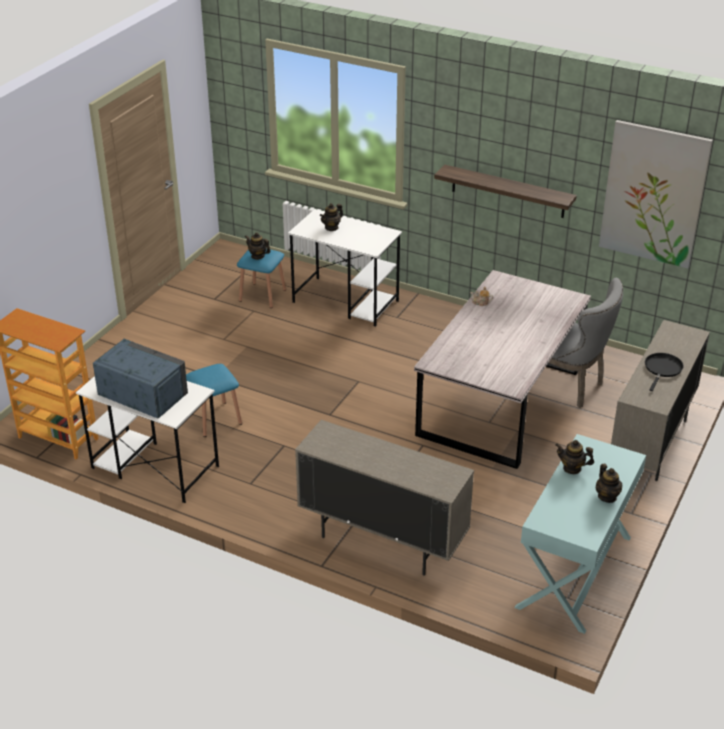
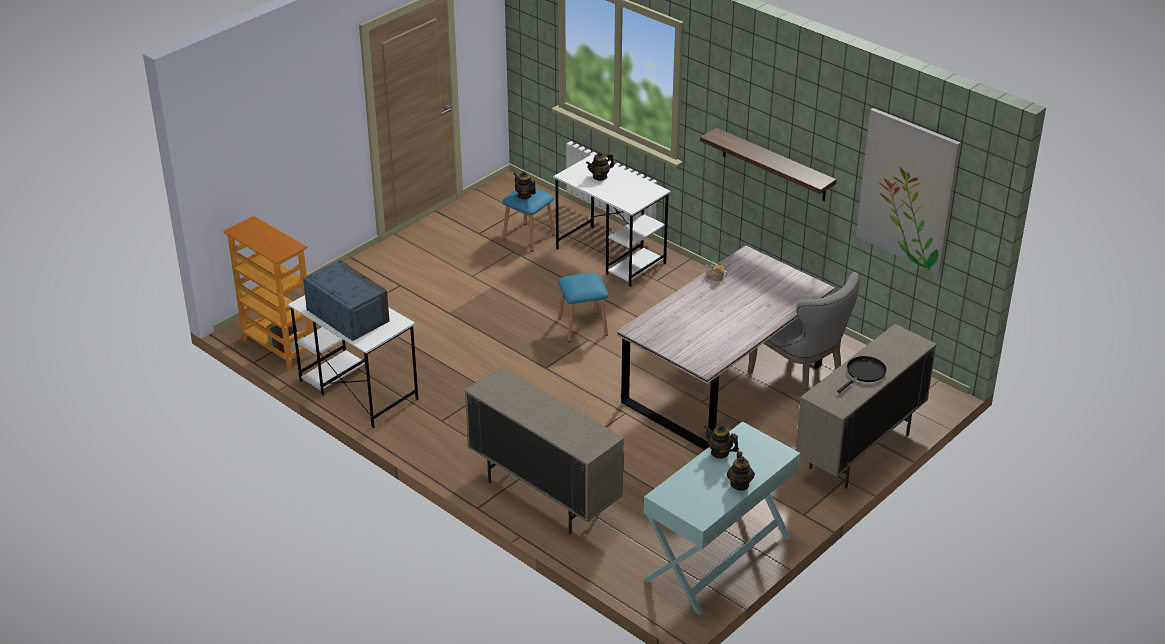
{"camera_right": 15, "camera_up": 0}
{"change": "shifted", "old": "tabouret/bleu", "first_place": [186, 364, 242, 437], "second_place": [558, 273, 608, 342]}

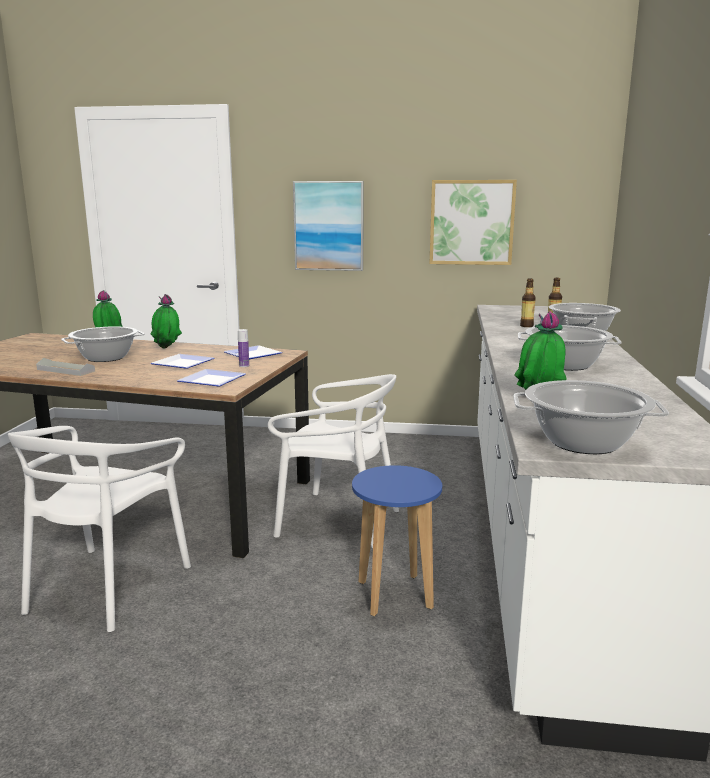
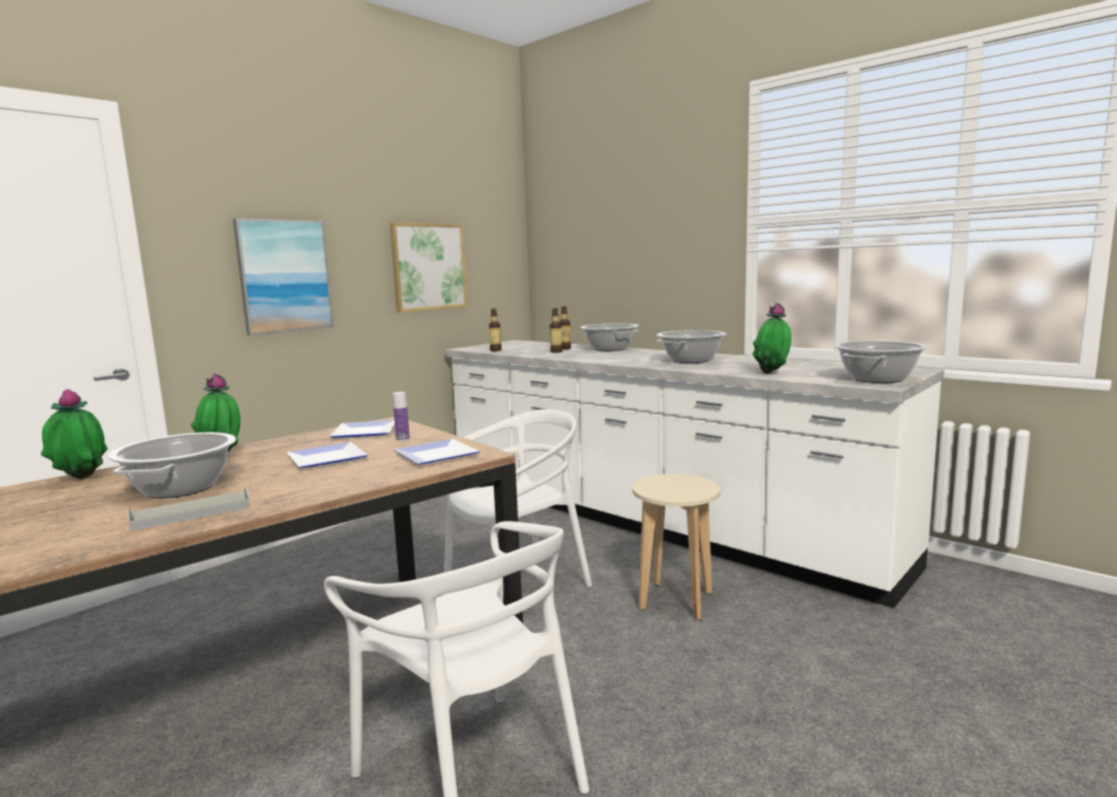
{"camera_right": -55, "camera_up": -5}
{"change": "repainted", "old": "tabouret/bleu", "new": "tabouret/beige", "first_place": [352, 465, 442, 616], "second_place": [632, 474, 720, 620]}
{"change": "new", "new": "bouteille", "second_place": [489, 308, 502, 351]}

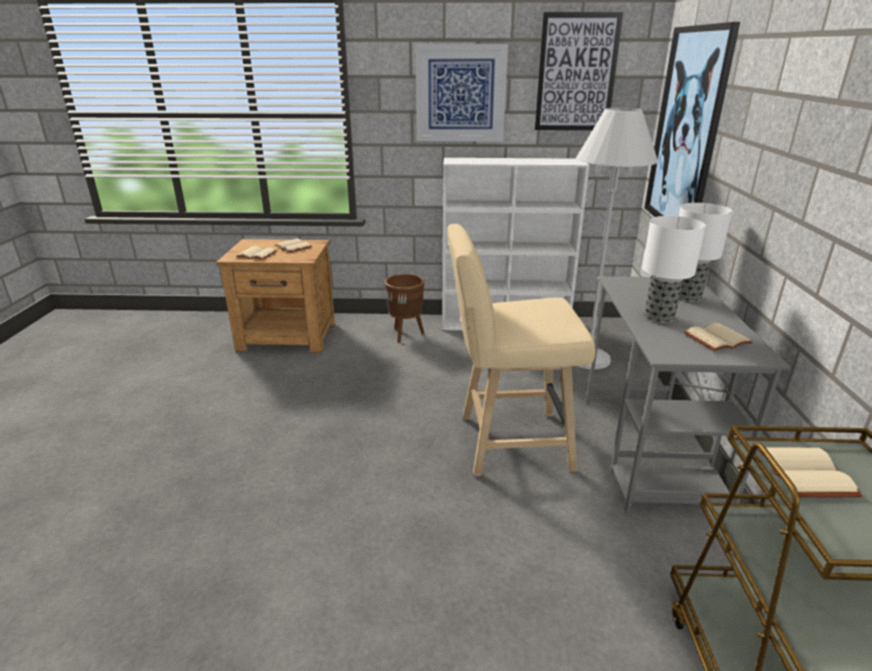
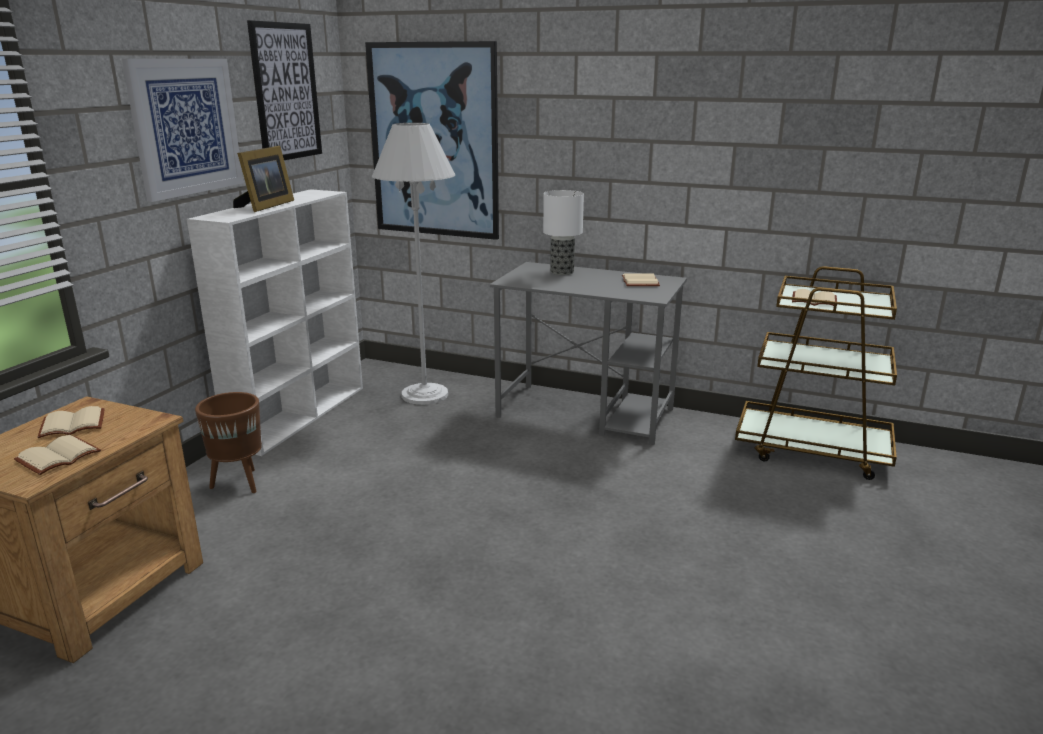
{"camera_right": -70, "camera_up": -5}
{"change": "gone", "old": "tabouret/beige", "first_place": [447, 224, 595, 476]}
{"change": "gone", "old": "lampe de table", "first_place": [642, 216, 706, 323]}
{"change": "new", "new": "cadre photo", "second_place": [233, 146, 294, 212]}

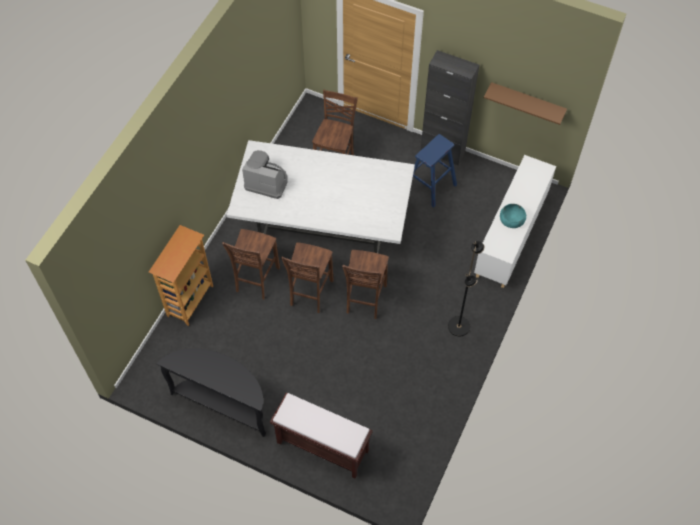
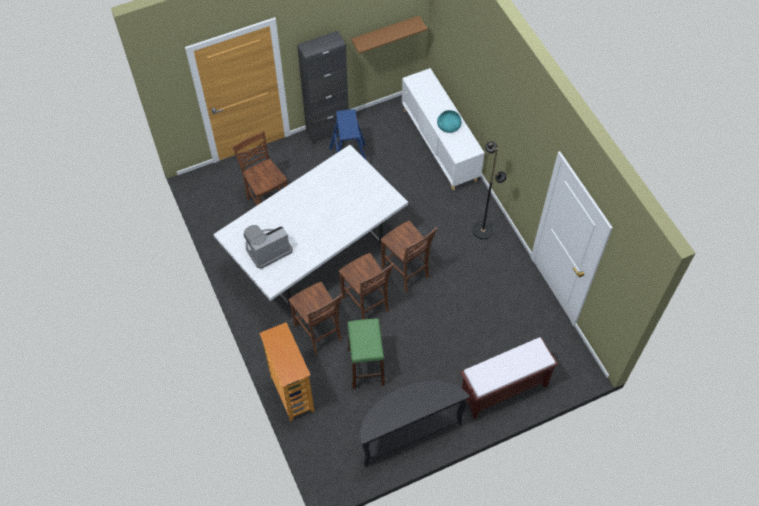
{"camera_right": -50, "camera_up": 0}
{"change": "new", "new": "tabouret/vert", "second_place": [347, 318, 385, 389]}

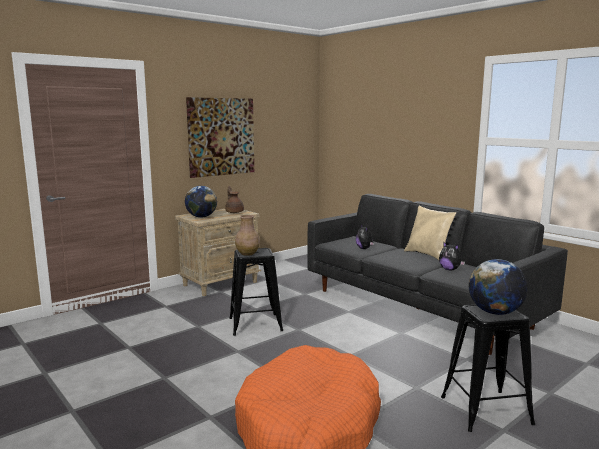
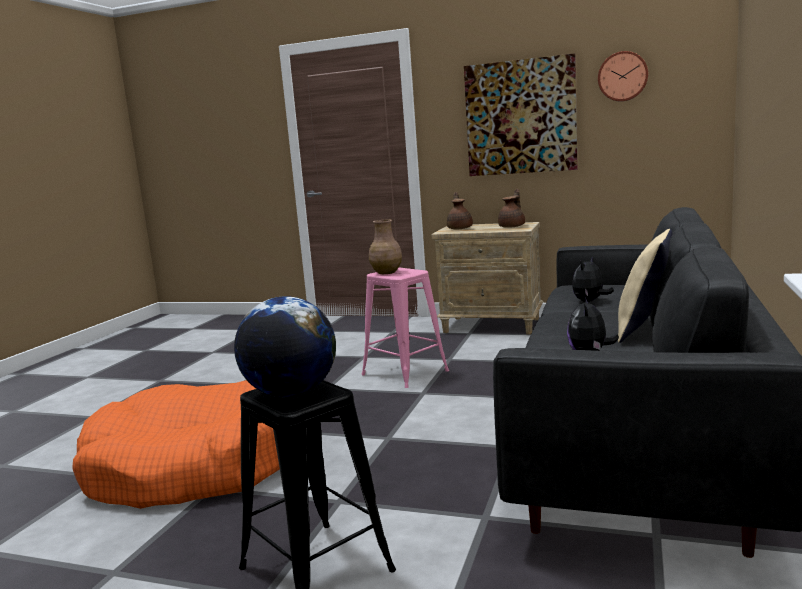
{"camera_right": 60, "camera_up": 0}
{"change": "swapped", "old": "globe", "new": "théière/marron", "first_place": [185, 186, 217, 218], "second_place": [447, 192, 473, 229]}
{"change": "repainted", "old": "tabouret/noir", "new": "tabouret/rose", "first_place": [229, 248, 283, 336], "second_place": [361, 267, 449, 388]}
{"change": "new", "new": "horloge murale", "second_place": [598, 51, 648, 102]}

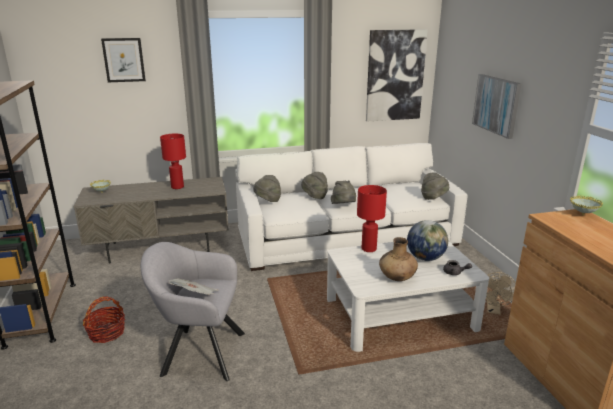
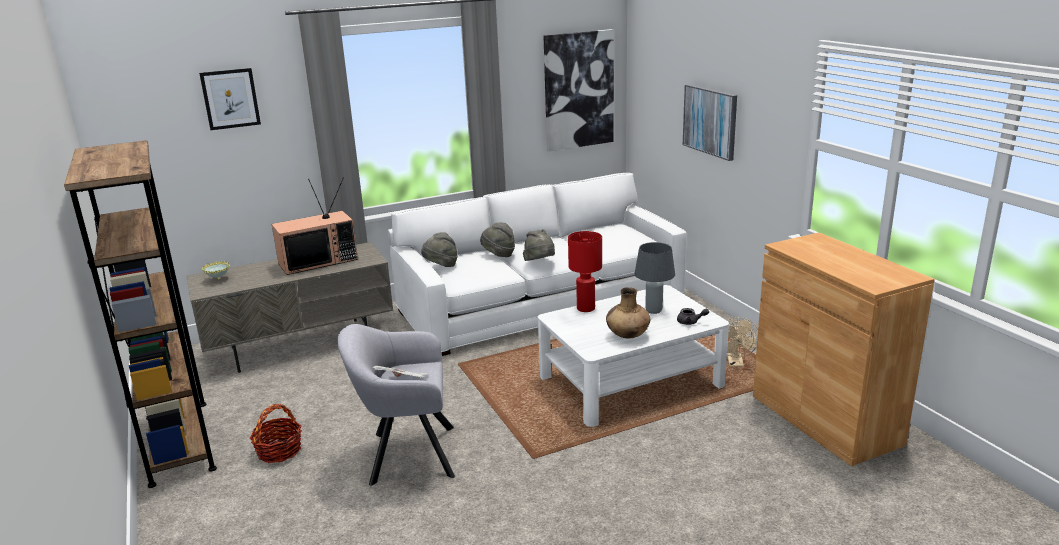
{"camera_right": -10, "camera_up": 0}
{"change": "swapped", "old": "lampe de table/rouge", "new": "téléviseur", "first_place": [160, 134, 186, 189], "second_place": [272, 177, 358, 275]}
{"change": "swapped", "old": "globe", "new": "lampe de table/gris", "first_place": [407, 220, 448, 261], "second_place": [634, 242, 675, 314]}
{"change": "gone", "old": "chapeau/gris", "first_place": [421, 173, 449, 200]}
{"change": "gone", "old": "bol", "first_place": [570, 195, 603, 215]}

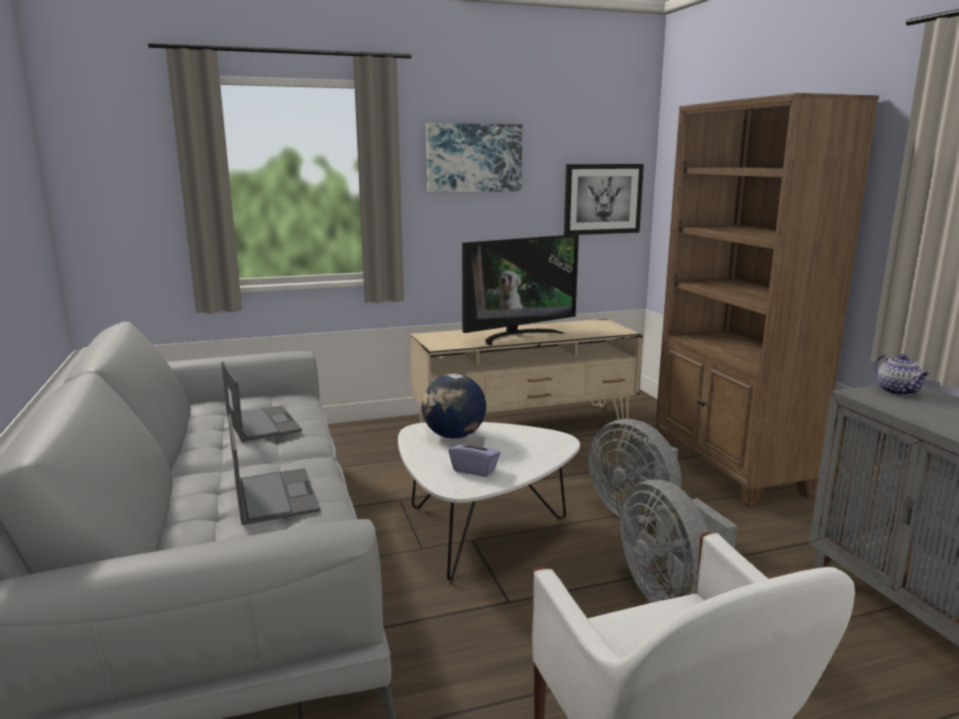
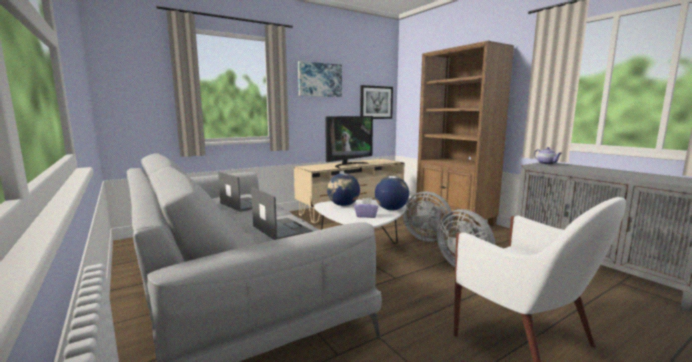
{"camera_right": -15, "camera_up": -5}
{"change": "new", "new": "globe", "second_place": [375, 176, 409, 210]}

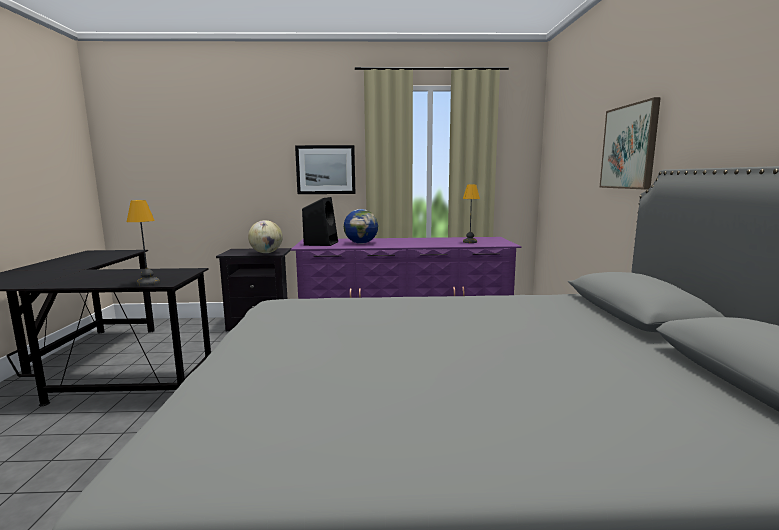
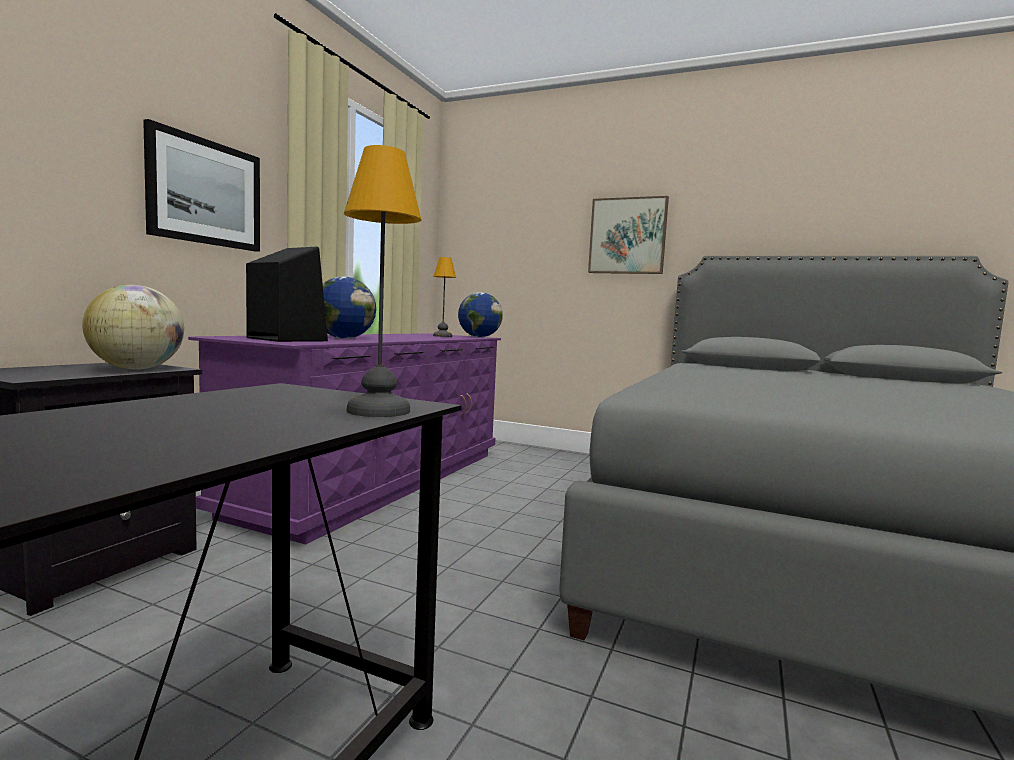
{"camera_right": -65, "camera_up": -5}
{"change": "new", "new": "globe", "second_place": [458, 292, 503, 337]}

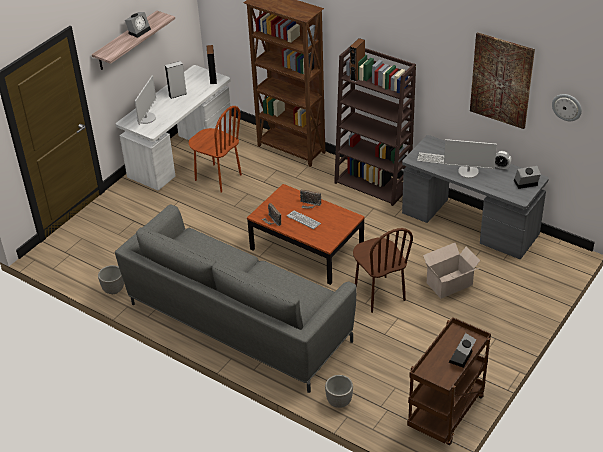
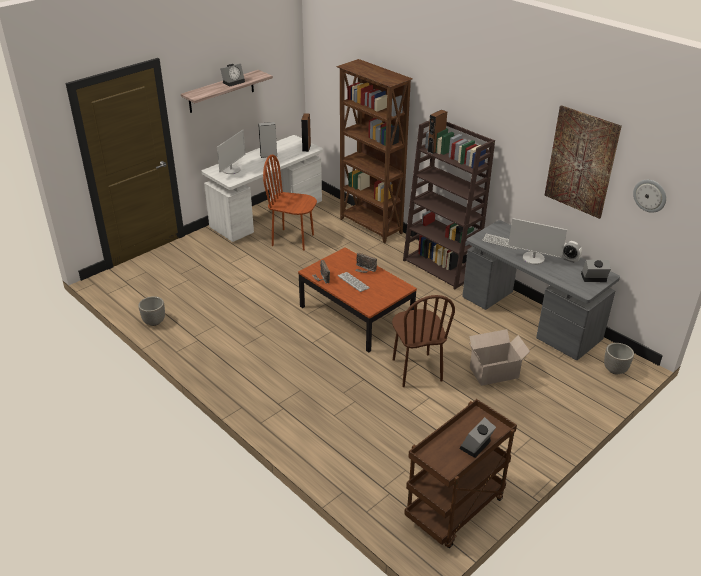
{"camera_right": 10, "camera_up": -5}
{"change": "gone", "old": "canapé/gris", "first_place": [115, 204, 357, 393]}
{"change": "rotated", "old": "chaise/marron", "first_place": [188, 106, 242, 193], "second_place": [263, 154, 317, 251], "degrees": 150}
{"change": "shifted", "old": "cache-pot", "first_place": [325, 375, 353, 408], "second_place": [604, 343, 634, 374]}

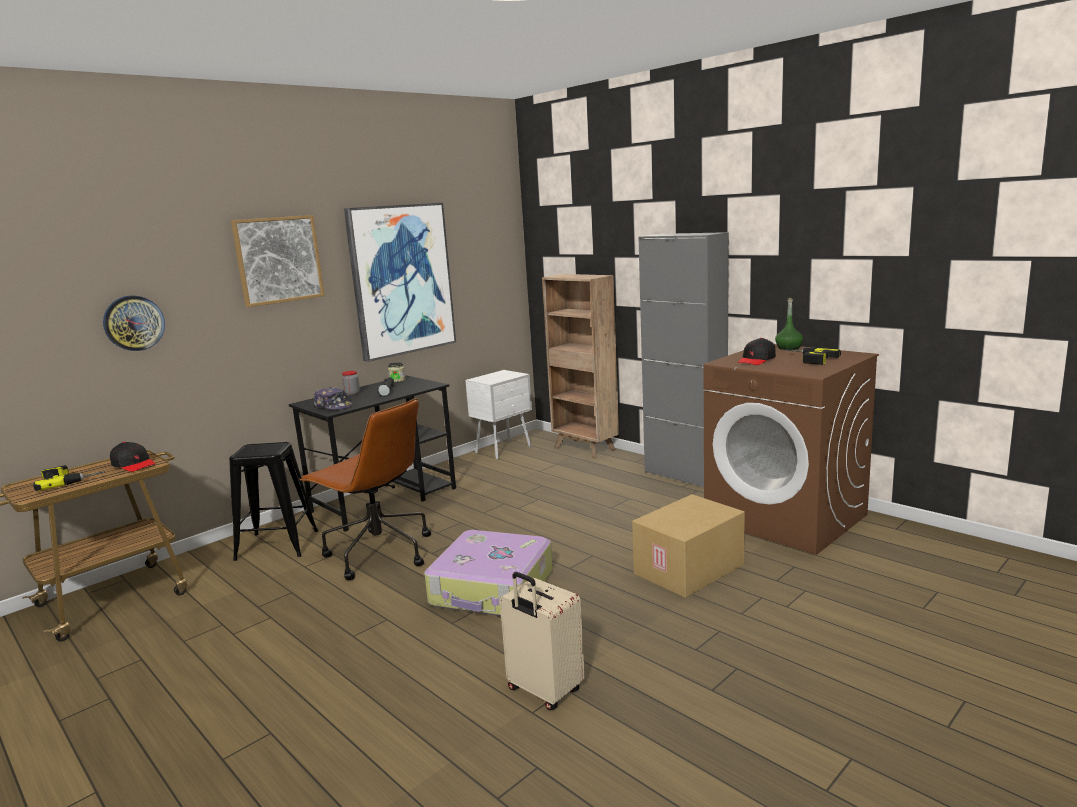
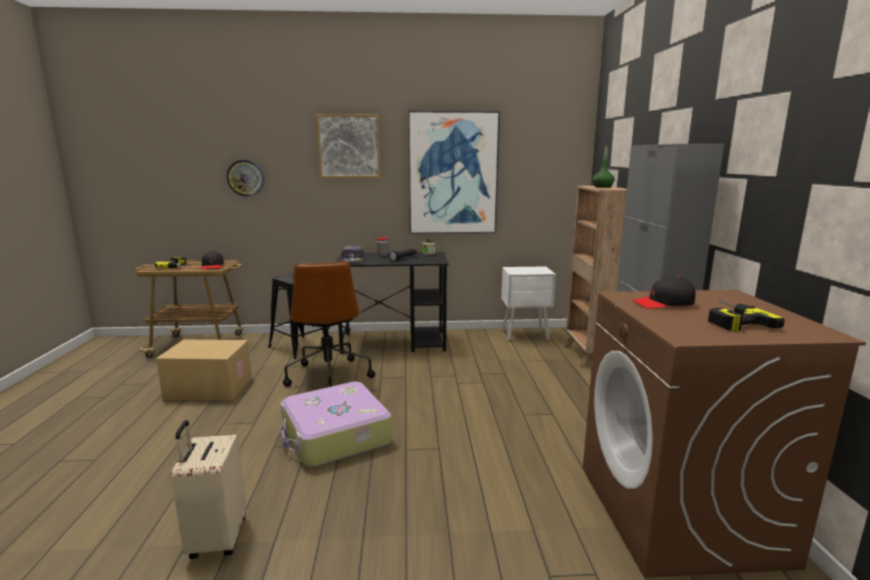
{"camera_right": 40, "camera_up": 0}
{"change": "shifted", "old": "carton", "first_place": [632, 494, 745, 598], "second_place": [156, 339, 252, 401]}
{"change": "shifted", "old": "bouteille/vert", "first_place": [775, 298, 803, 350], "second_place": [592, 145, 615, 188]}

